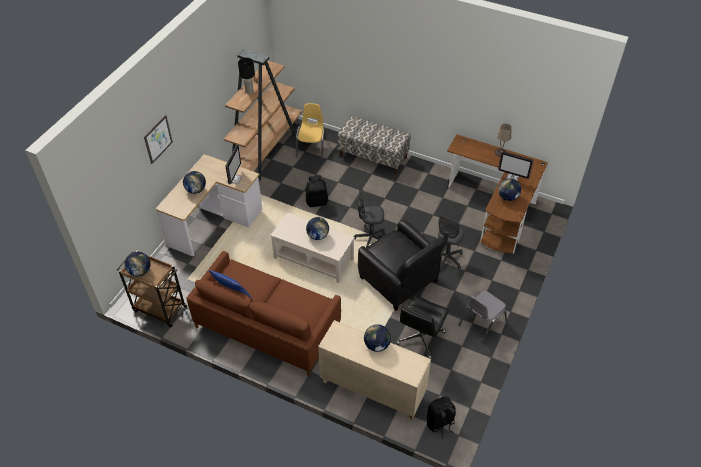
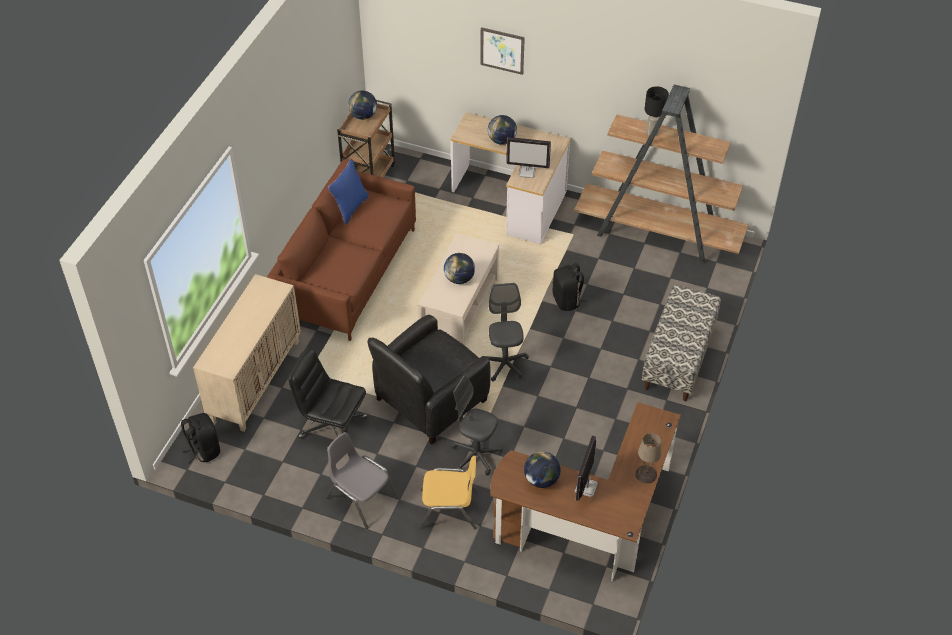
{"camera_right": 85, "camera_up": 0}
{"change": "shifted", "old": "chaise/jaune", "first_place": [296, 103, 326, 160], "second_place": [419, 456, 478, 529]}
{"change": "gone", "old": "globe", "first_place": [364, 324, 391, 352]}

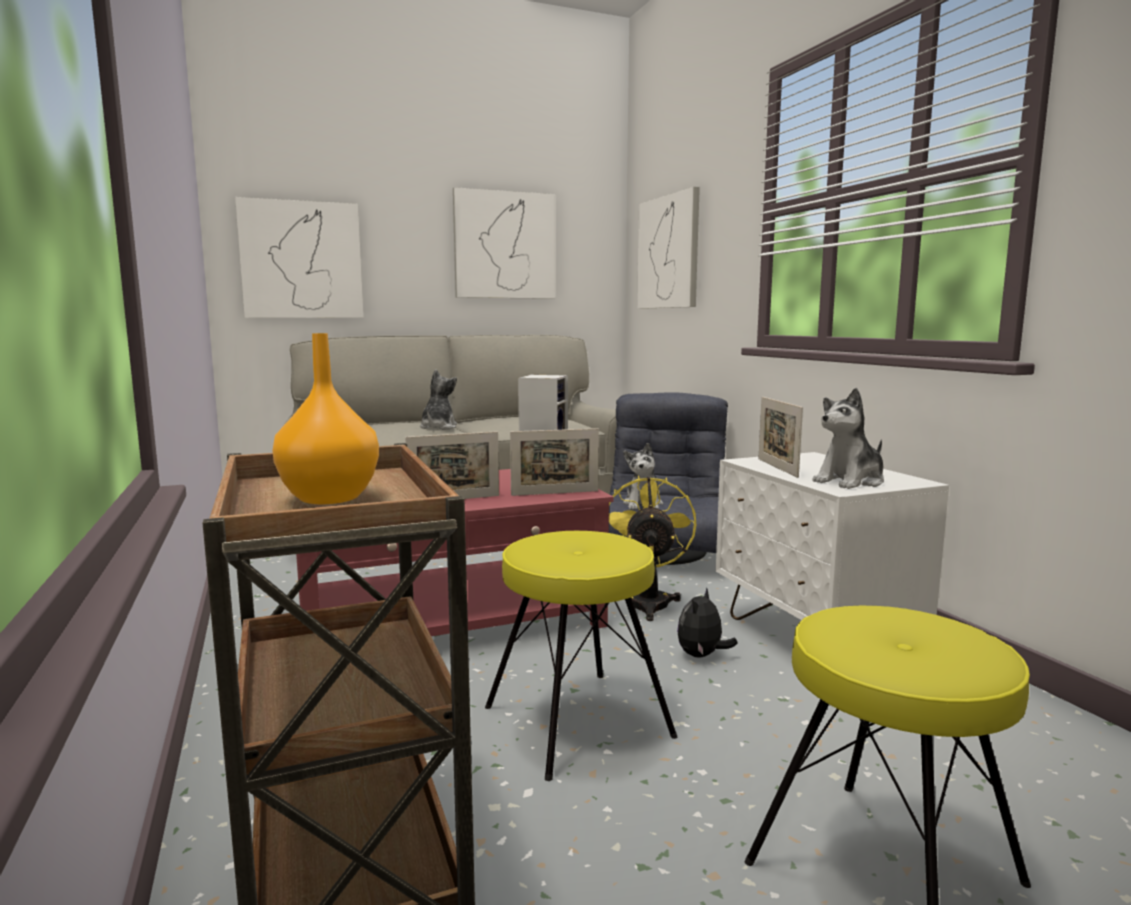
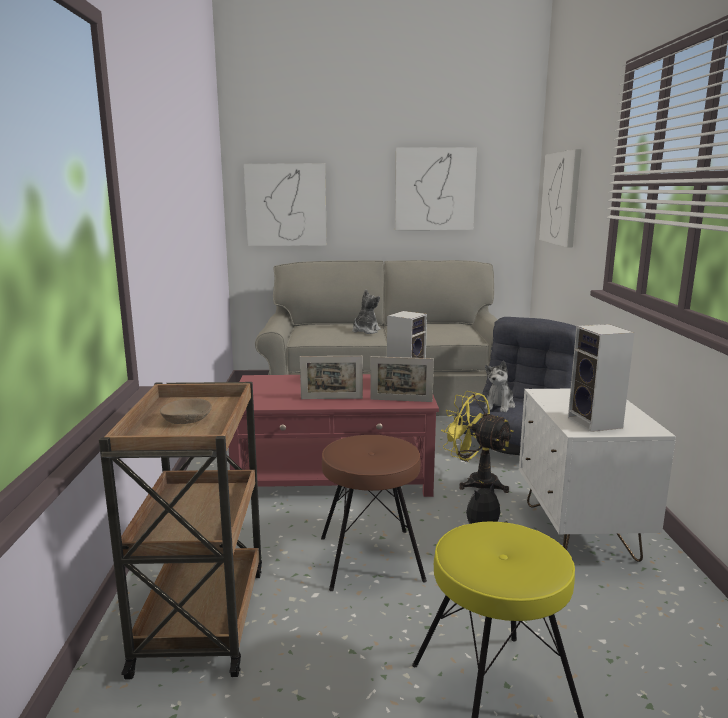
{"camera_right": 20, "camera_up": 5}
{"change": "swapped", "old": "vase/orange", "new": "bol/beige", "first_place": [272, 333, 379, 504], "second_place": [160, 398, 212, 424]}
{"change": "repainted", "old": "tabouret/jaune", "new": "tabouret/marron", "first_place": [485, 531, 677, 781], "second_place": [321, 435, 427, 591]}
{"change": "rotated", "old": "ventilateur/jaune", "first_place": [609, 475, 696, 621], "second_place": [441, 391, 514, 493], "degrees": -75}
{"change": "gone", "old": "cadre photo", "first_place": [758, 397, 803, 478]}
{"change": "swapped", "old": "peluche", "new": "enceinte", "first_place": [812, 388, 884, 489], "second_place": [568, 324, 635, 432]}

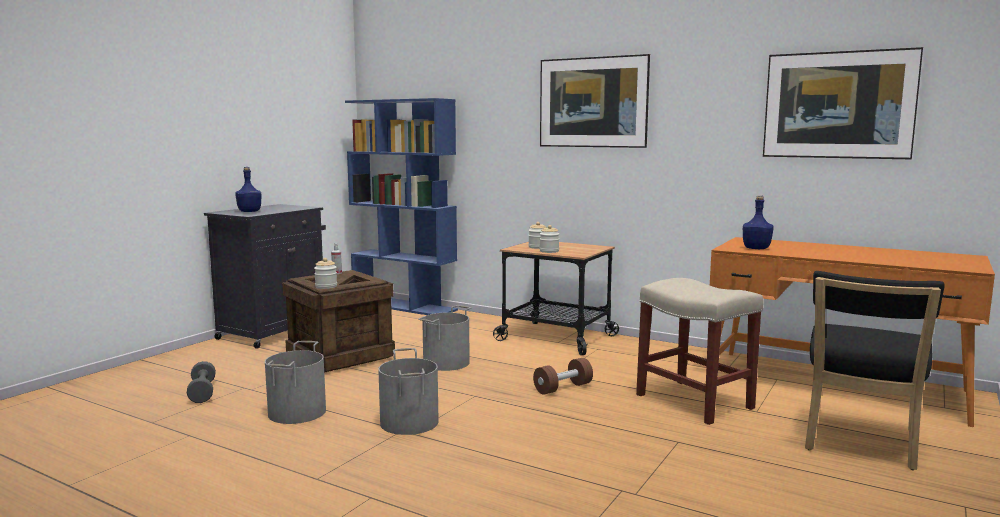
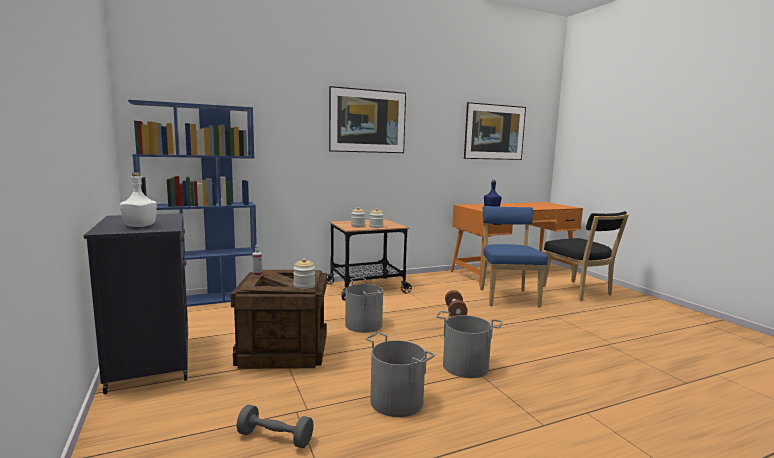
{"camera_right": -55, "camera_up": 0}
{"change": "repainted", "old": "bouteille/bleu", "new": "bouteille/blanc", "first_place": [235, 167, 262, 212], "second_place": [120, 172, 157, 227]}
{"change": "swapped", "old": "tabouret/beige", "new": "chaise/bleu", "first_place": [636, 278, 763, 425], "second_place": [480, 206, 548, 308]}

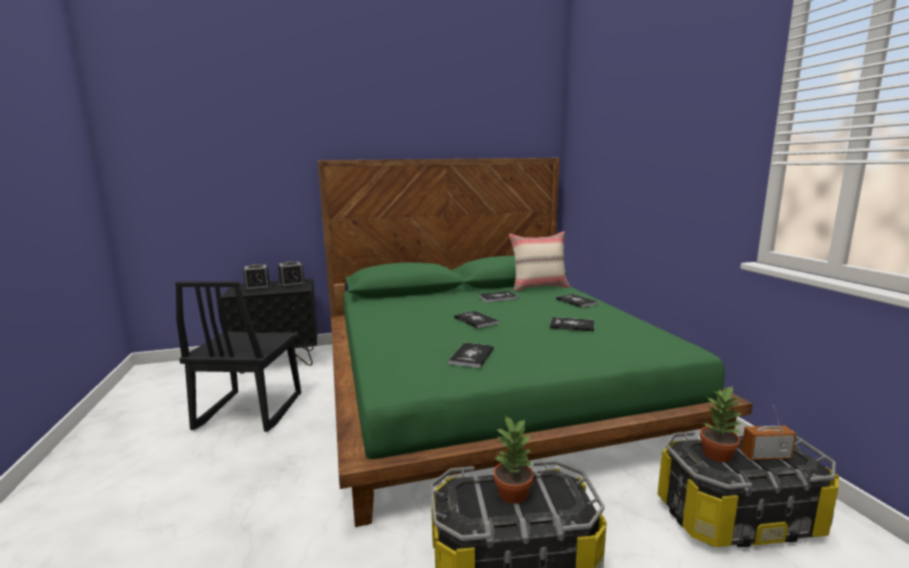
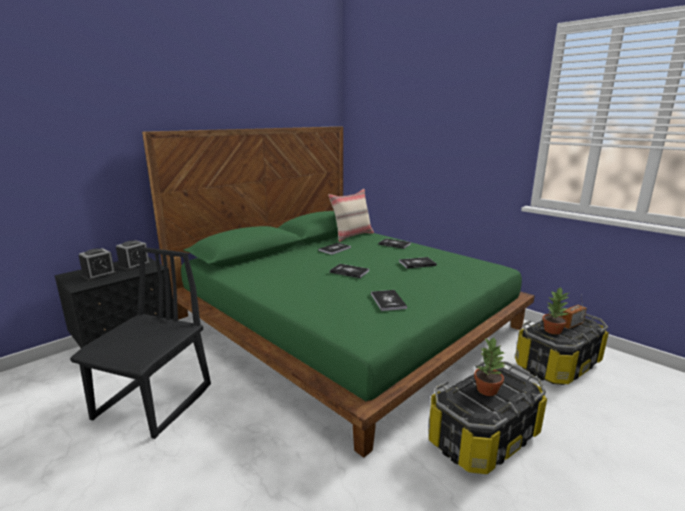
{"camera_right": -30, "camera_up": 5}
{"change": "rotated", "old": "chaise/noir", "first_place": [175, 282, 301, 432], "second_place": [70, 247, 211, 439], "degrees": -135}

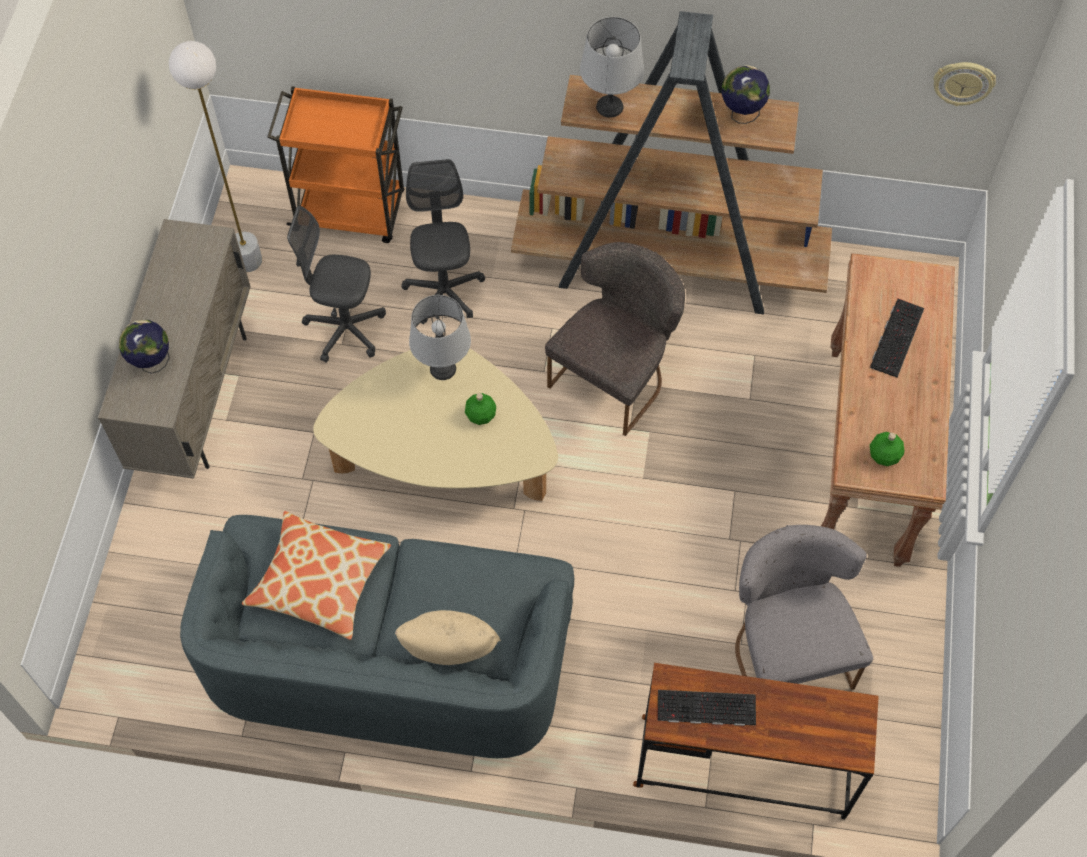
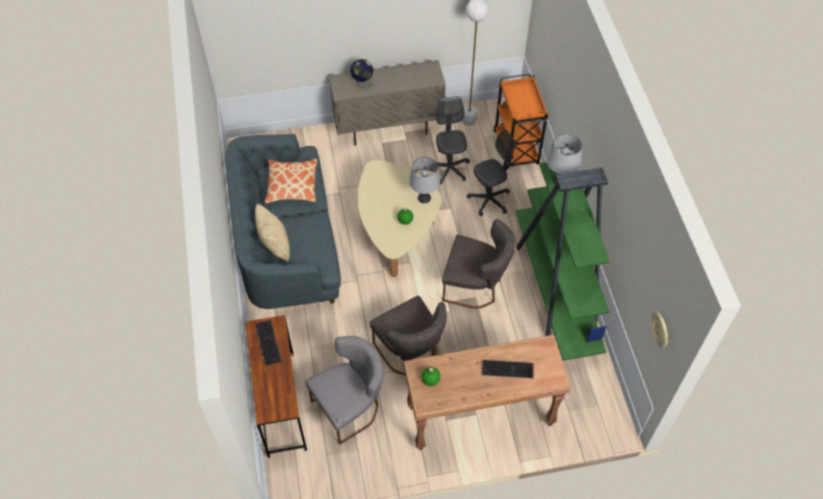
{"camera_right": 70, "camera_up": -5}
{"change": "repainted", "old": "bibliothèque/marron", "new": "bibliothèque/vert", "first_place": [511, 11, 832, 315], "second_place": [515, 162, 610, 360]}
{"change": "gone", "old": "globe", "first_place": [722, 65, 770, 124]}
{"change": "new", "new": "chaise/gris", "second_place": [370, 296, 447, 375]}

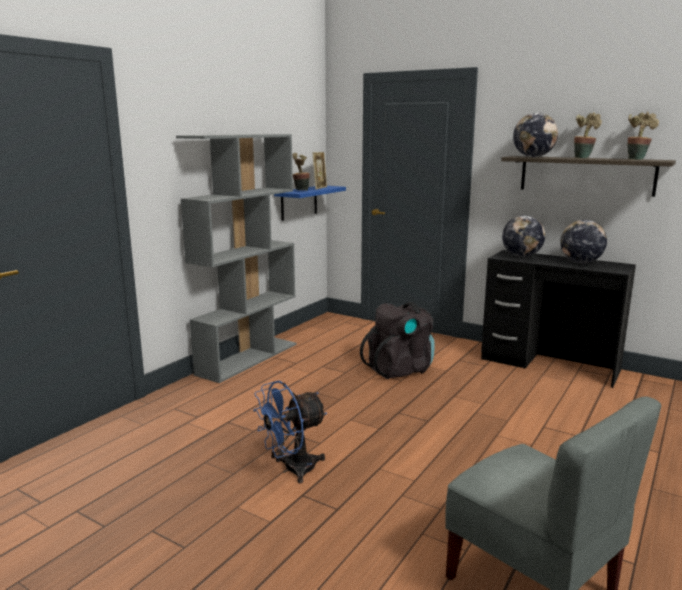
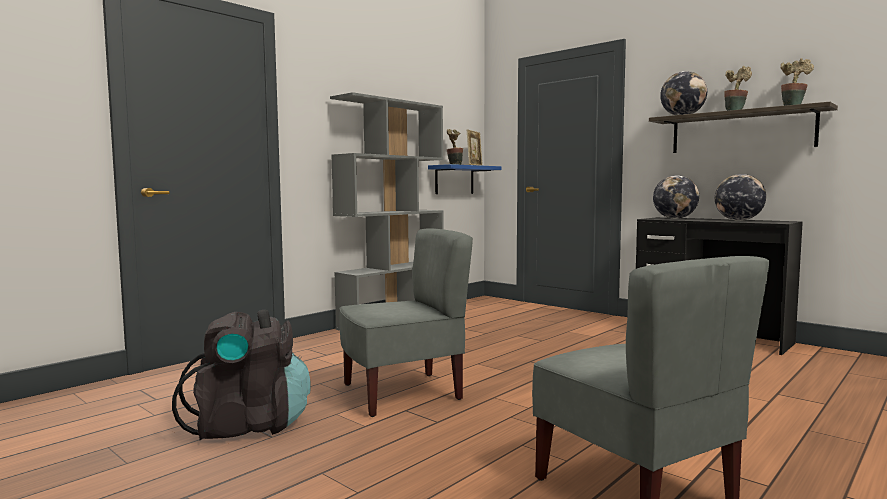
{"camera_right": 10, "camera_up": -10}
{"change": "swapped", "old": "ventilateur/bleu", "new": "chaise/gris", "first_place": [253, 381, 327, 484], "second_place": [339, 228, 473, 417]}
{"change": "shifted", "old": "sac à dos/noir", "first_place": [360, 302, 435, 379], "second_place": [172, 310, 311, 441]}

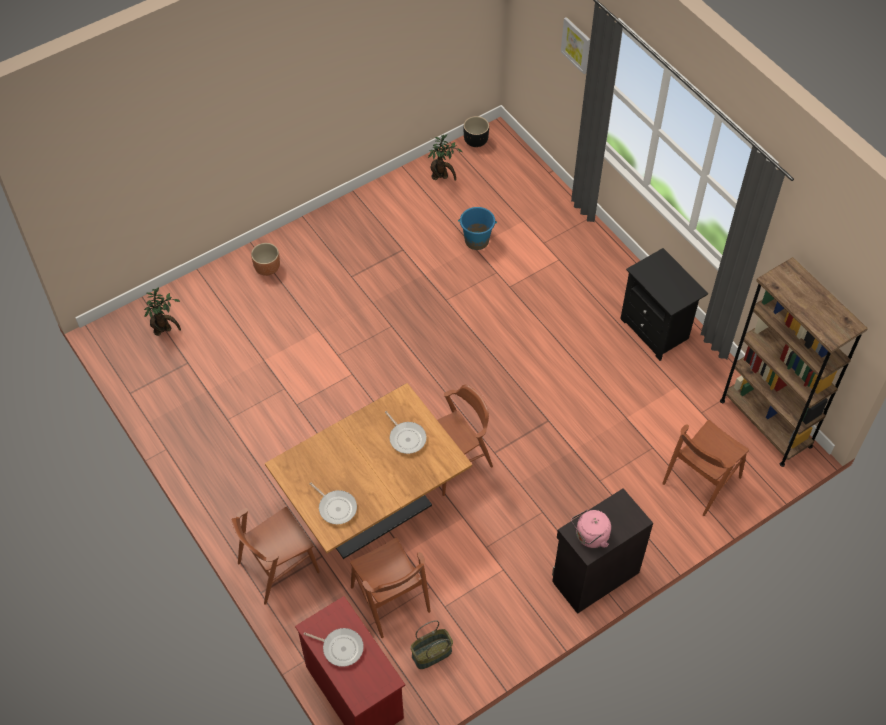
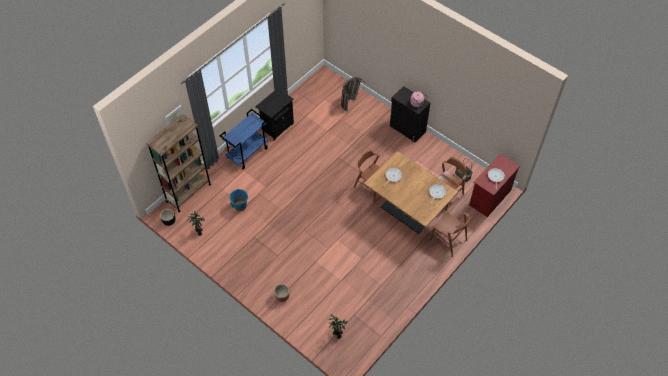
{"camera_right": -105, "camera_up": 0}
{"change": "swapped", "old": "chaise/marron", "new": "panier", "first_place": [662, 420, 749, 516], "second_place": [341, 77, 363, 112]}
{"change": "shifted", "old": "bibliothèque/marron", "first_place": [720, 257, 868, 467], "second_place": [146, 114, 211, 212]}
{"change": "new", "new": "chariot/bleu", "second_place": [220, 109, 268, 170]}

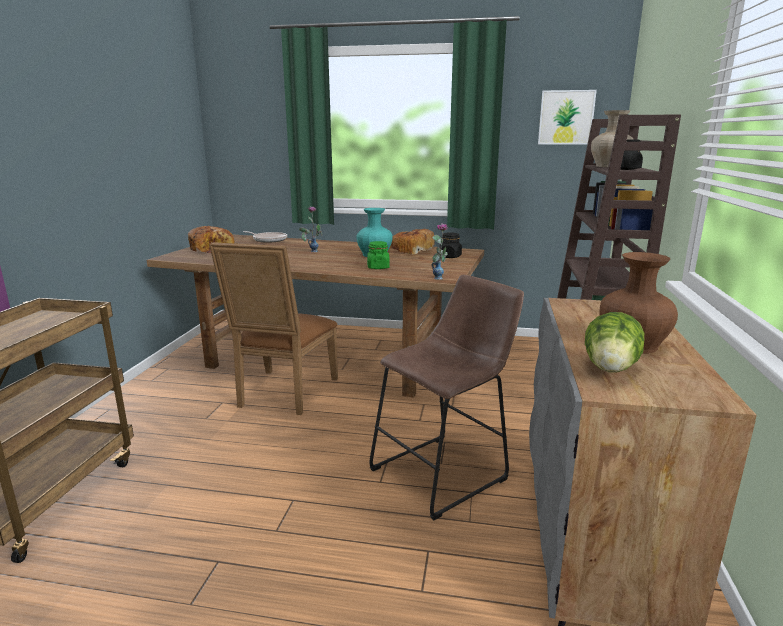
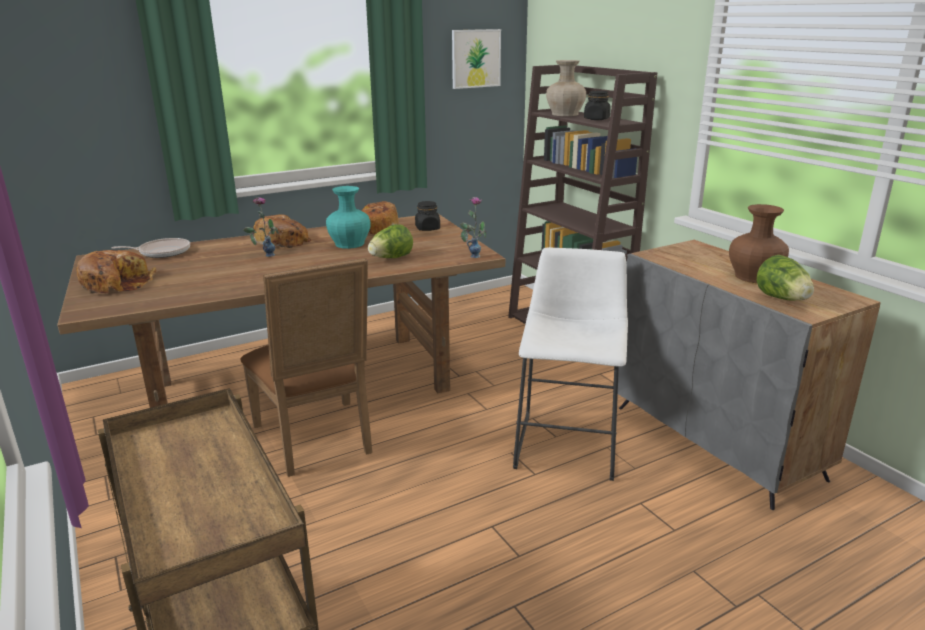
{"camera_right": -40, "camera_up": 5}
{"change": "swapped", "old": "bocal/vert", "new": "laitue", "first_place": [367, 241, 390, 269], "second_place": [368, 224, 413, 258]}
{"change": "repainted", "old": "tabouret/marron", "new": "tabouret/blanc", "first_place": [369, 274, 524, 520], "second_place": [513, 248, 628, 481]}
{"change": "new", "new": "pain", "second_place": [254, 214, 311, 248]}

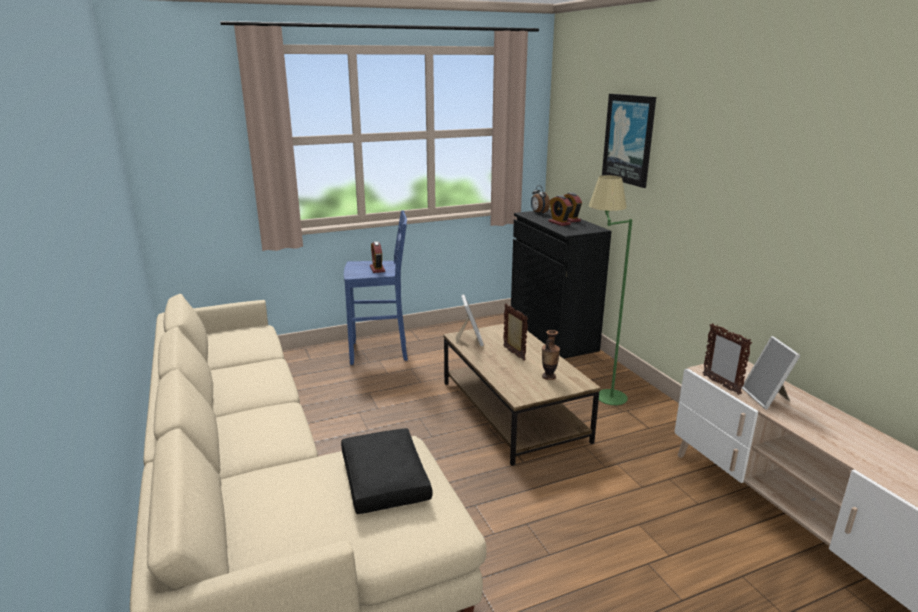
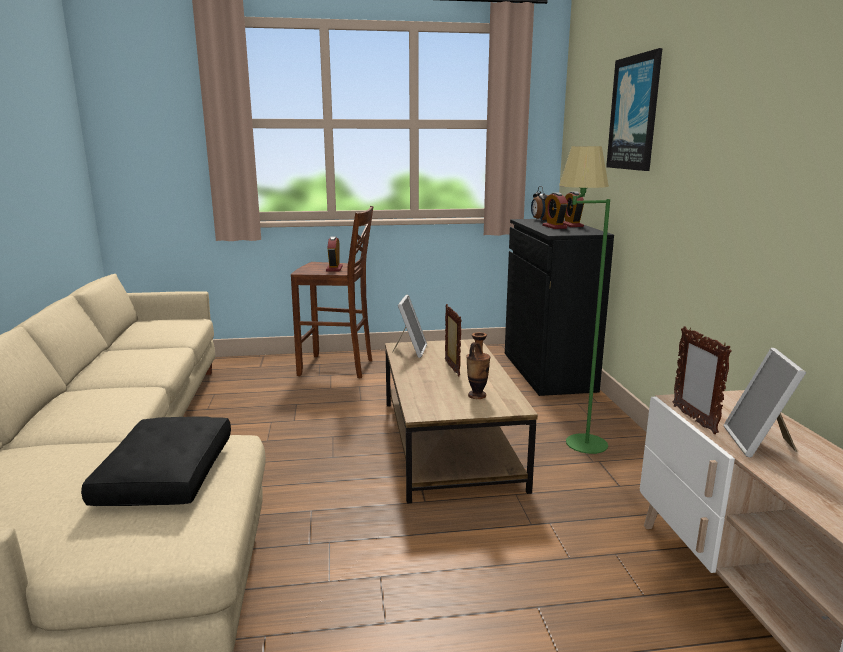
{"camera_right": 15, "camera_up": -5}
{"change": "repainted", "old": "tabouret/bleu", "new": "tabouret/marron", "first_place": [344, 210, 408, 365], "second_place": [291, 206, 374, 378]}

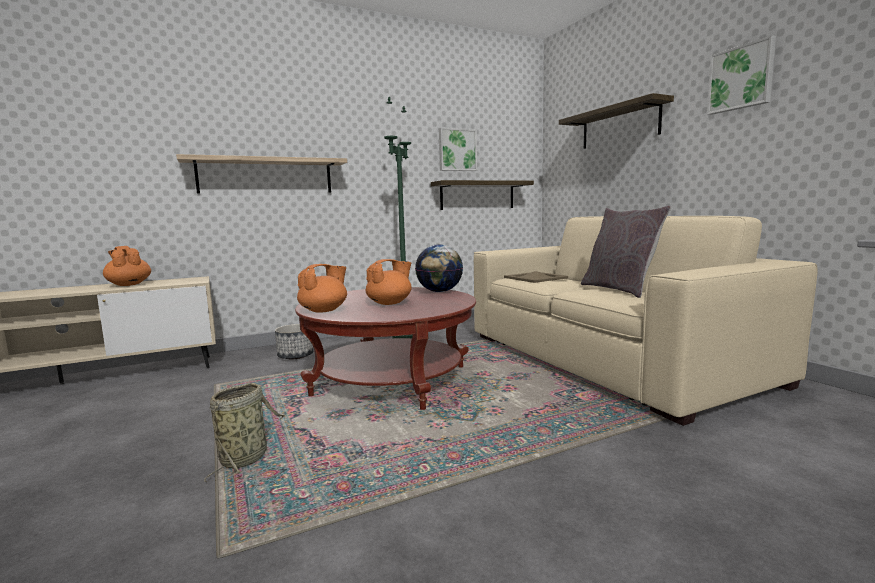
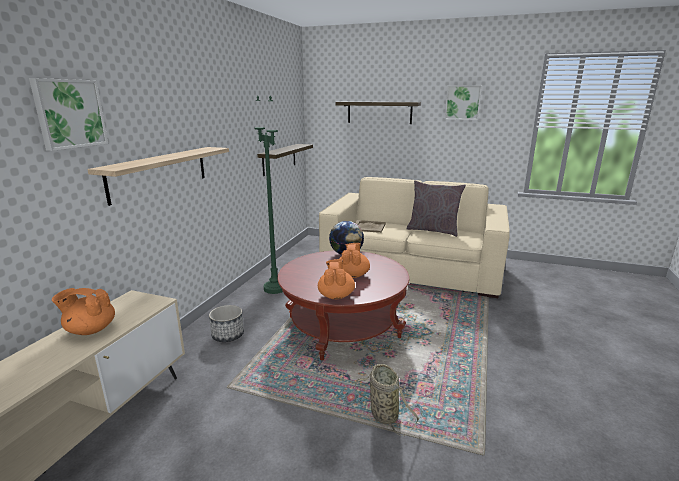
{"camera_right": -45, "camera_up": 10}
{"change": "shifted", "old": "tableau", "first_place": [439, 128, 477, 171], "second_place": [29, 78, 108, 151]}

